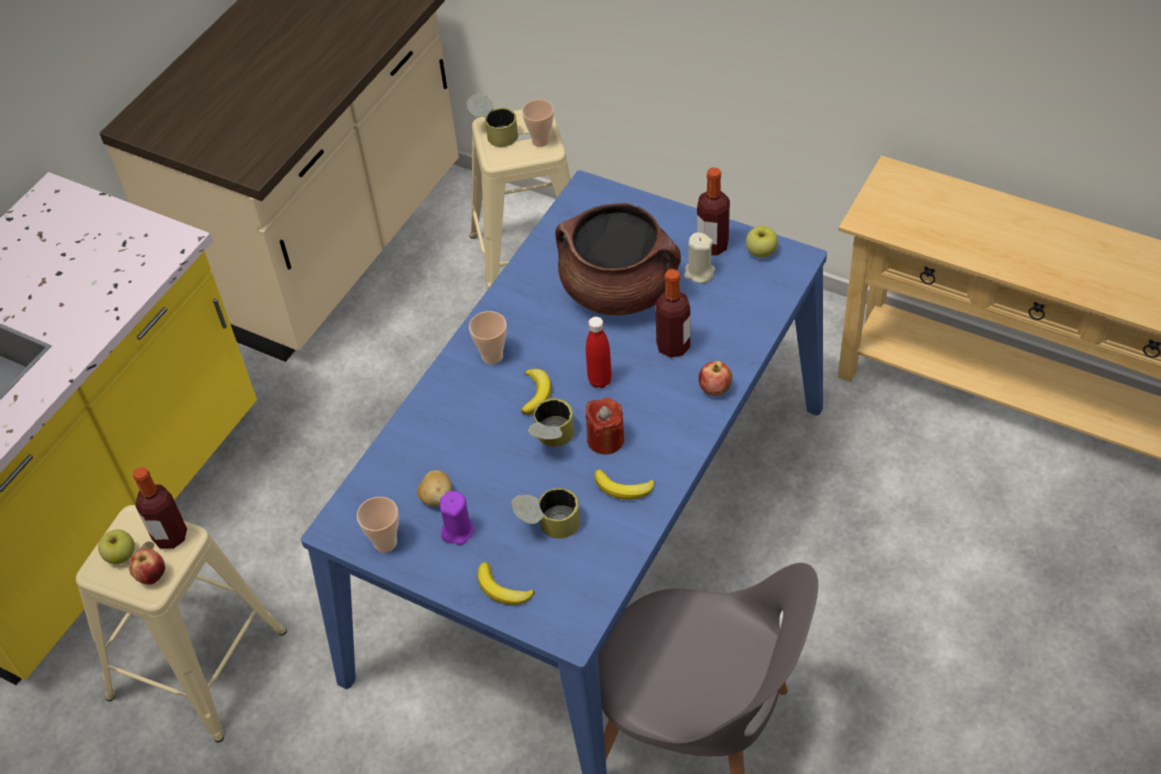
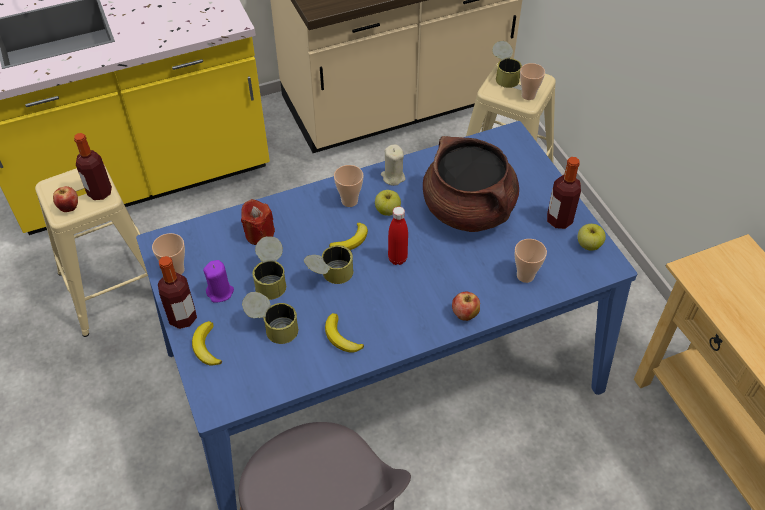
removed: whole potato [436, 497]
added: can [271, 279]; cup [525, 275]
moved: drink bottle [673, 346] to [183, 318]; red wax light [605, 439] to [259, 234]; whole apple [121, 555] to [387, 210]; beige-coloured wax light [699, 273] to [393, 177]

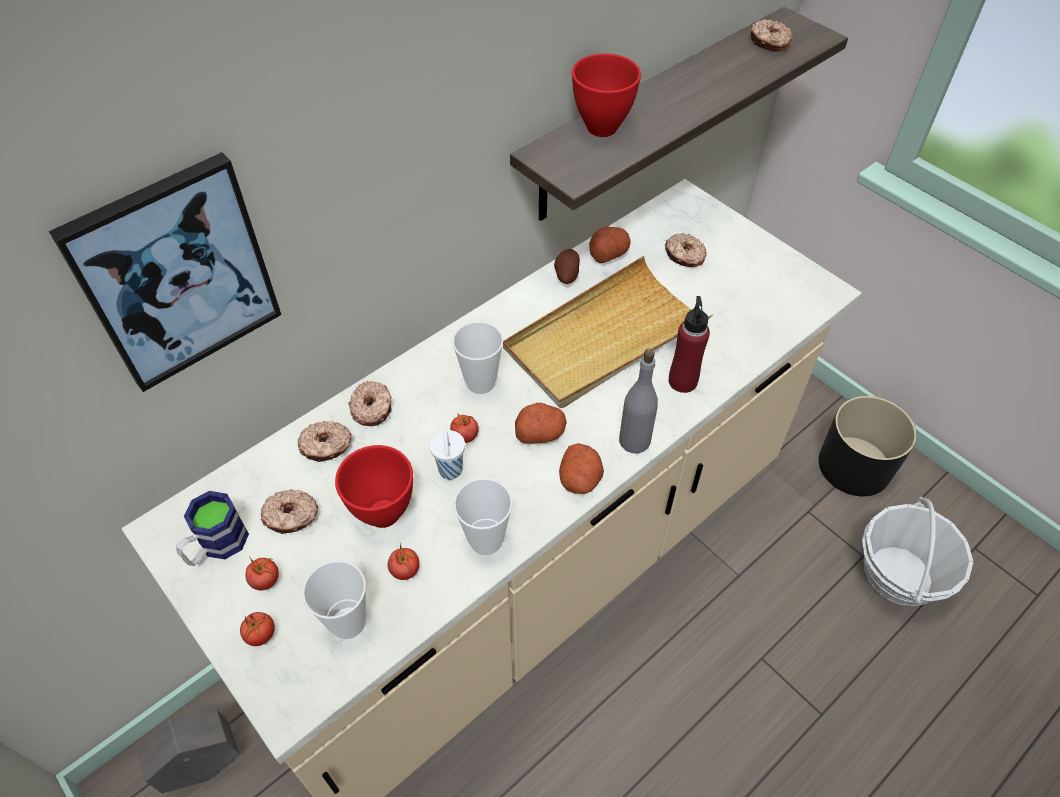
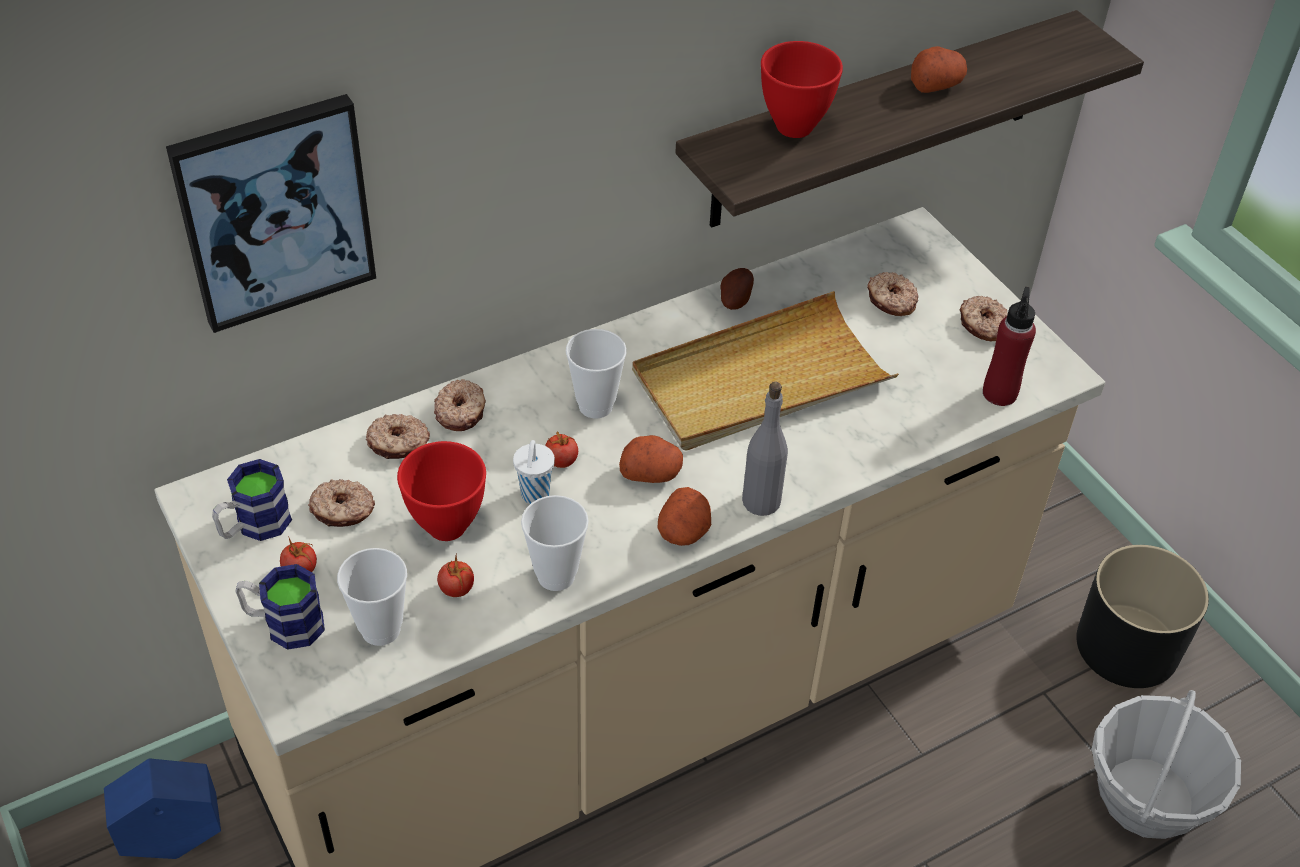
moved: whole potato [608, 253] to [935, 84]; donut [769, 42] to [983, 325]; red drink bottle [682, 381] to [999, 393]
replaced: tomato [261, 635] to coffee mug [284, 624]
recoloured: grey plant pot [203, 764] to blue-coloured plant pot [174, 839]

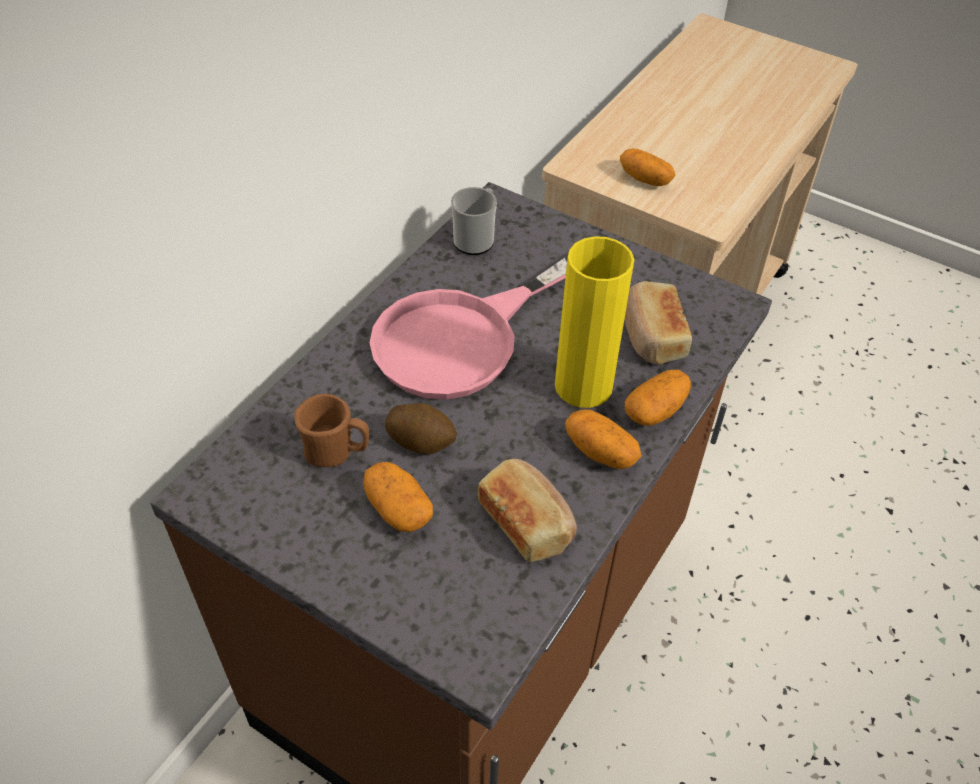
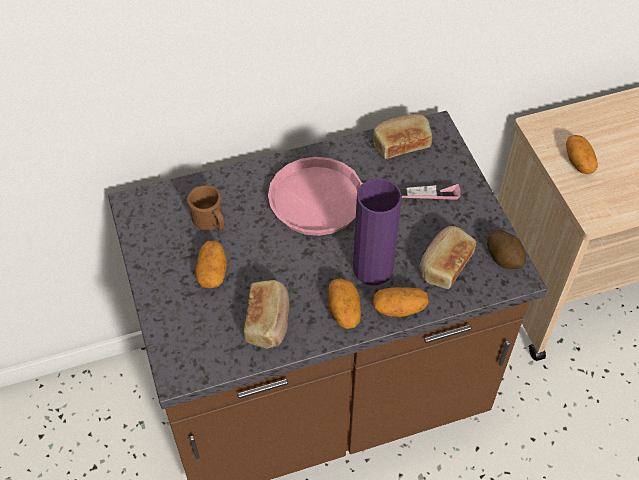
moved: whole potato [421, 441] to [504, 257]
replaced: coffee mug [476, 239] to baked bread [401, 144]
recoloured: yellow-coloured decorative vase [583, 386] to purple decorative vase [373, 268]

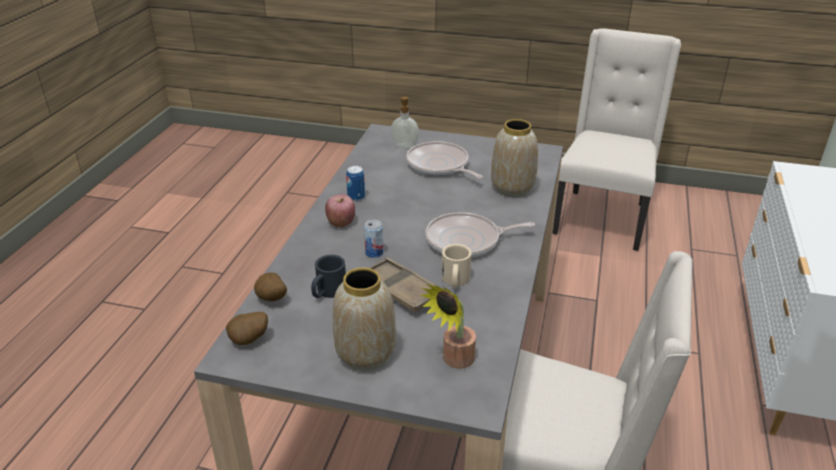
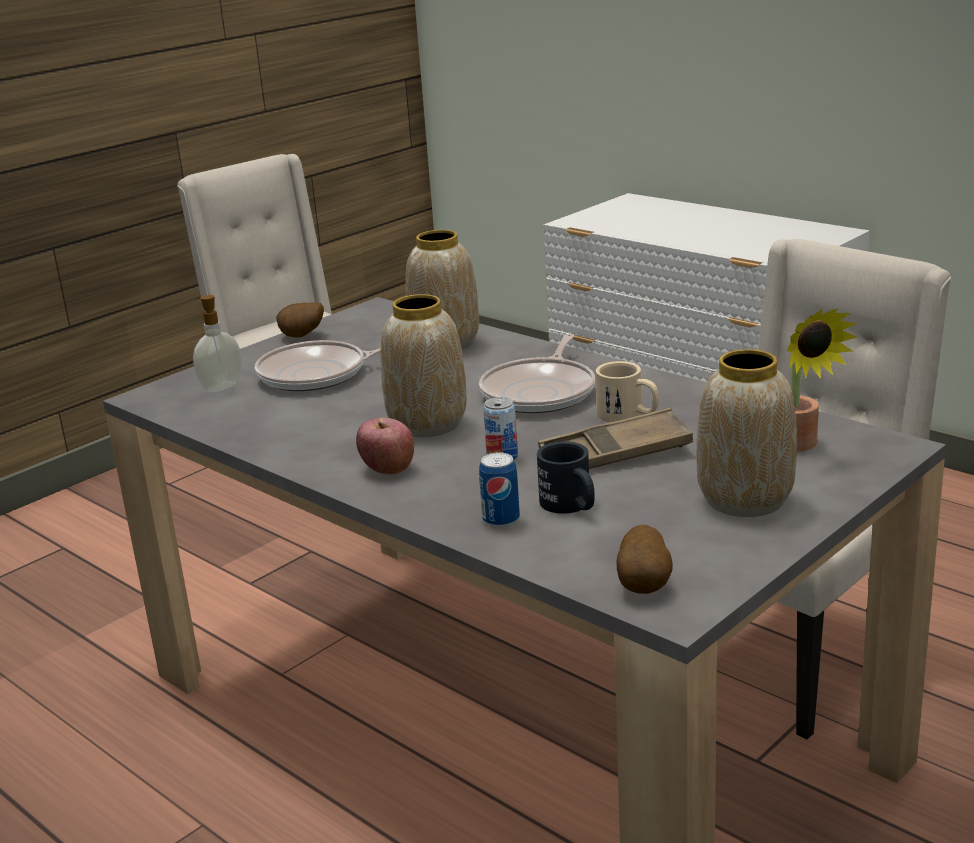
added: decorative vase [427, 424]
moved: whole potato [271, 300] to [302, 337]; can [356, 197] to [501, 520]

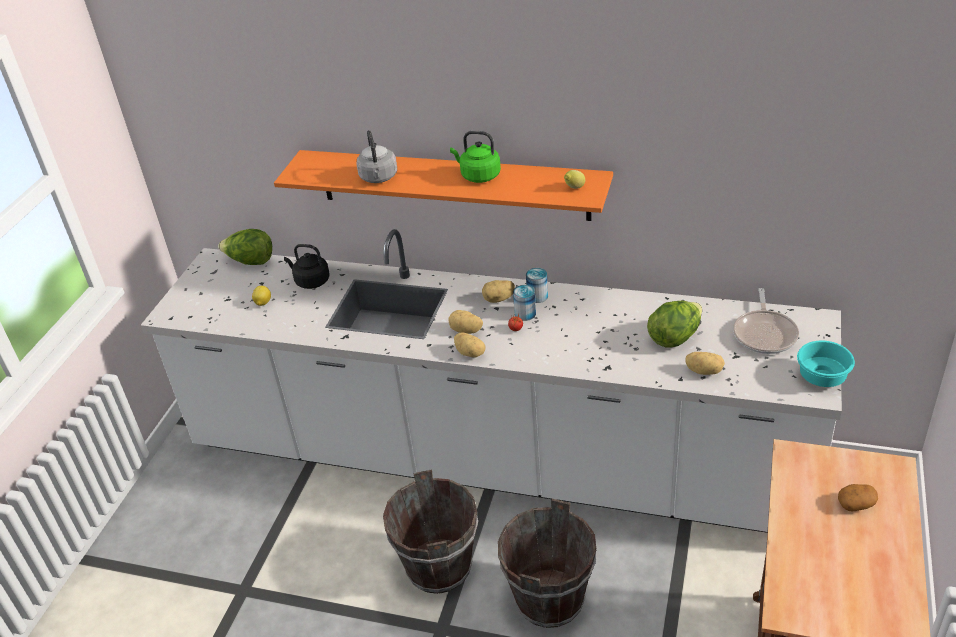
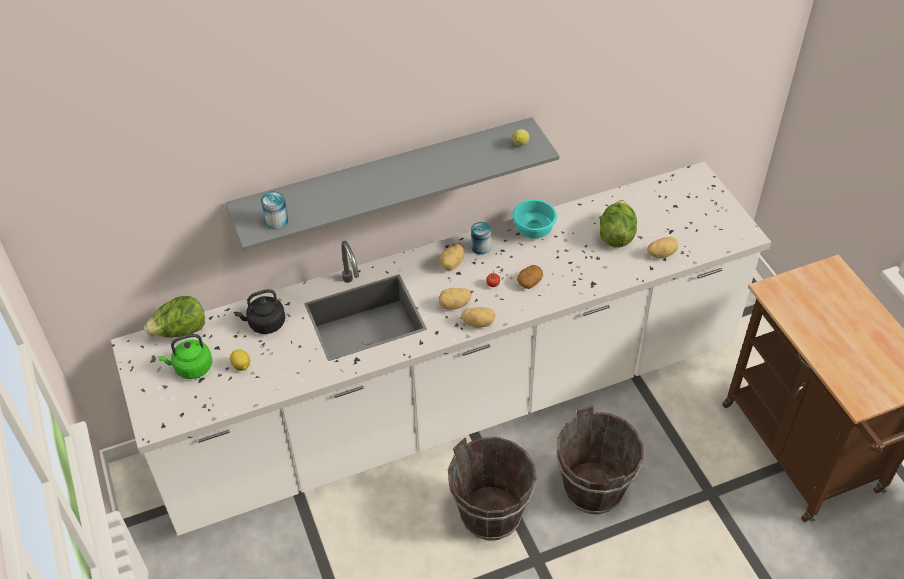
removed: grey kettle [379, 178]; frying pan [765, 334]
moved: greenish kettle [478, 176] to [191, 368]; can [525, 314] to [277, 221]; turquoise-coloured bowl [823, 378] to [535, 230]; whole potato [856, 504] to [529, 281]
recoloured: orange bracket shelf [452, 184] to grey bracket shelf [385, 178]

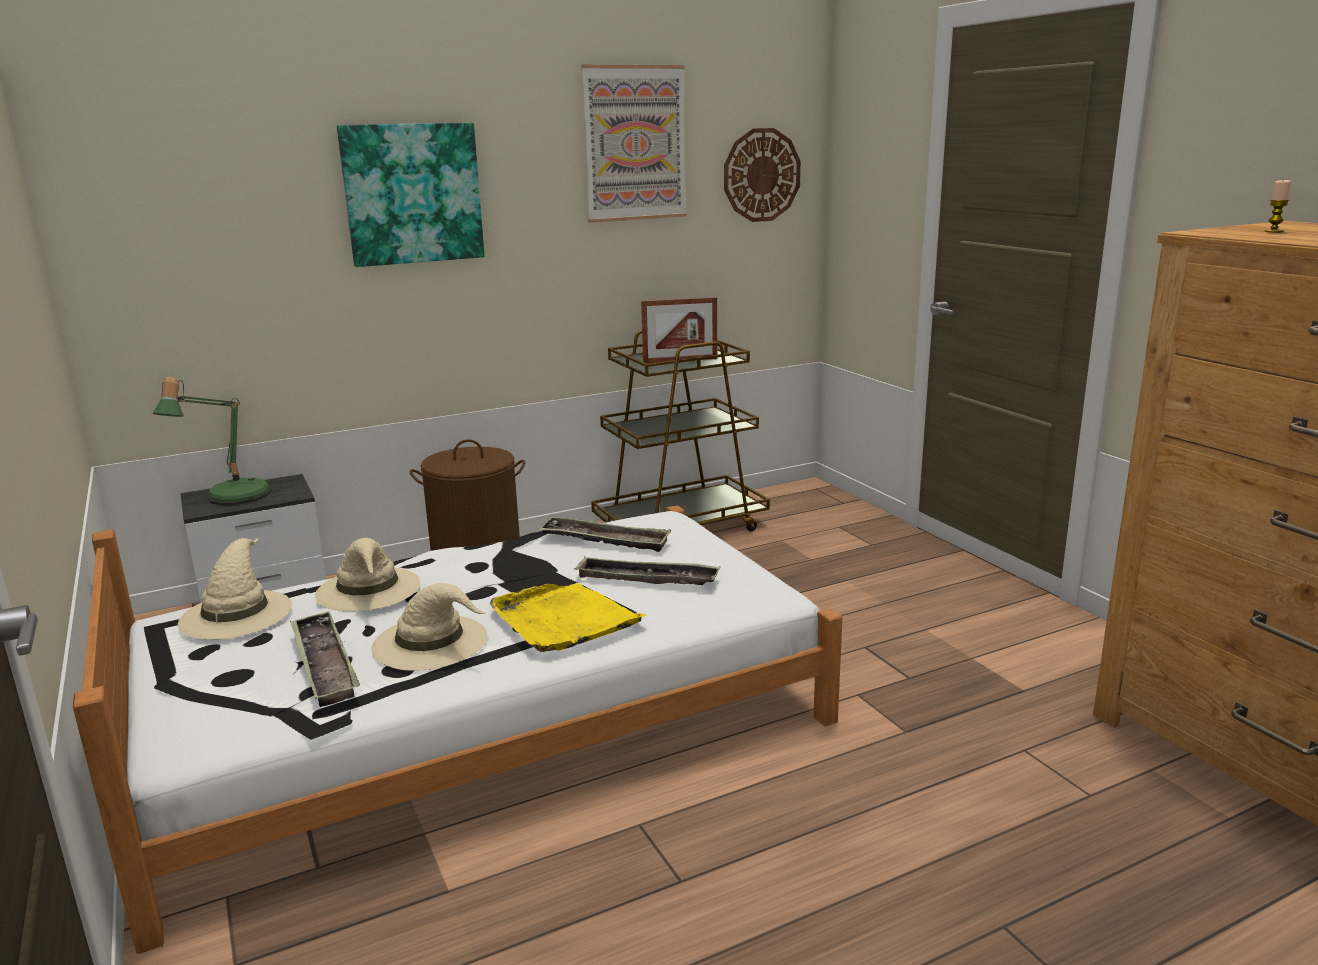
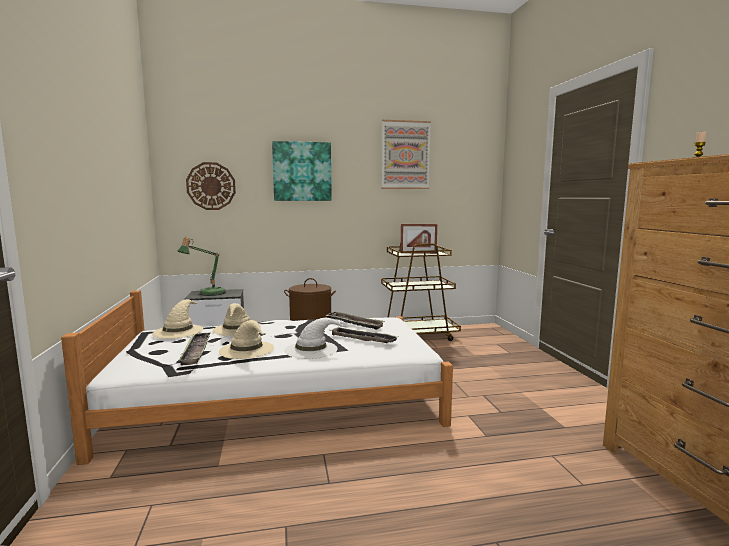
moved: wall clock [761, 175] to [211, 186]
replaced: yellow-coloured carrying tray [564, 620] to white-coloured clothing hat [312, 349]

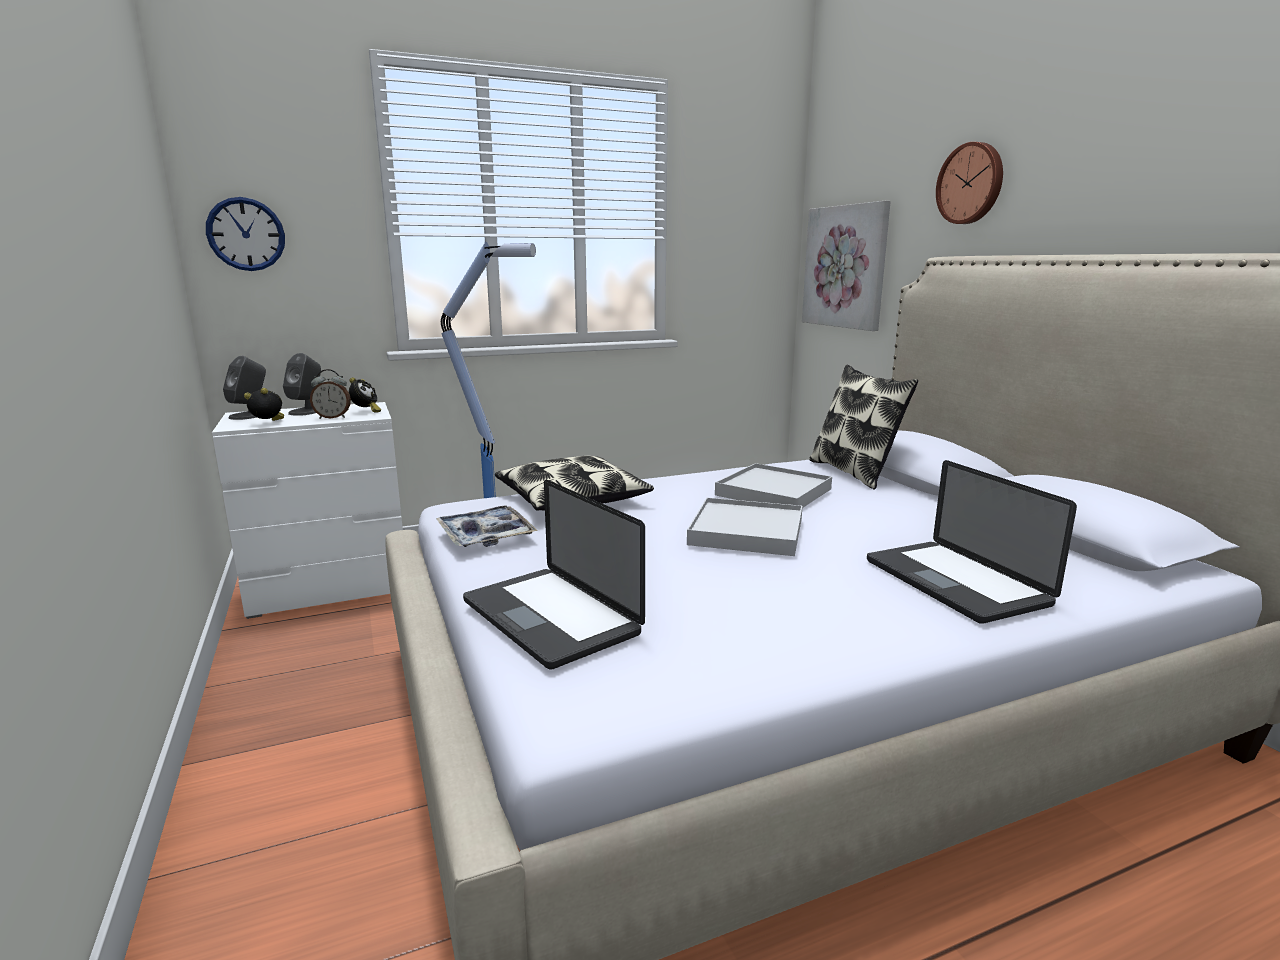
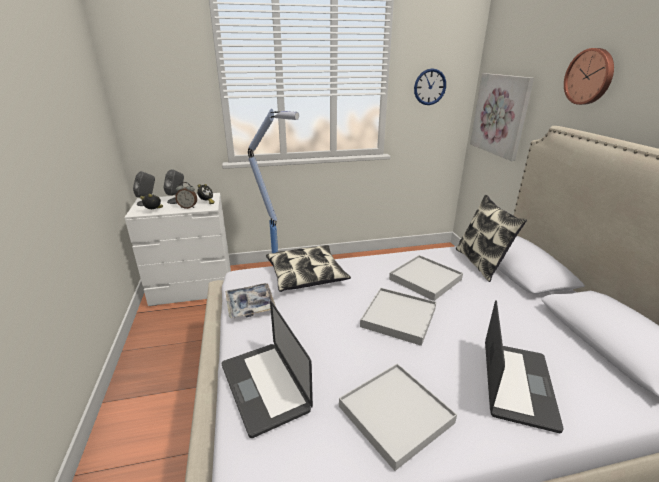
added: white-coloured carrying tray [395, 415]
moved: wall clock [246, 234] to [429, 87]
turned: notebook computer [954, 582] = [517, 384] 150 degrees counterclockwise

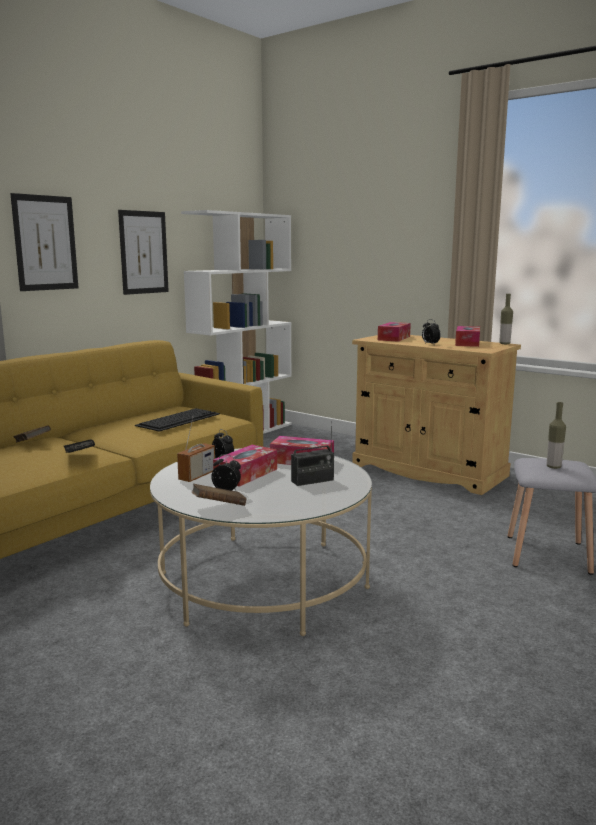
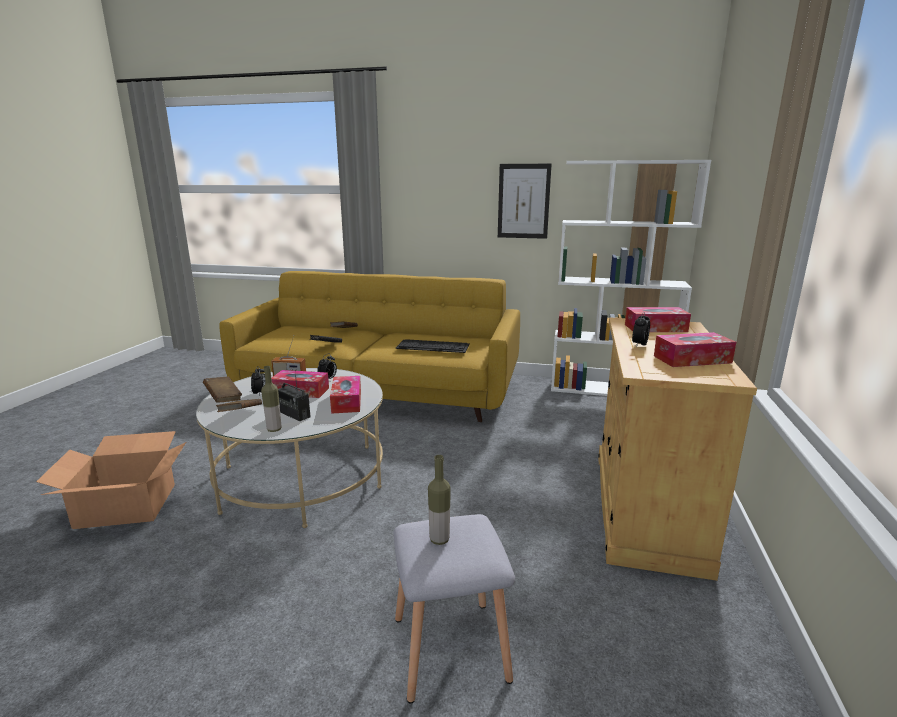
removed: wall picture [45, 243]
added: packing box [126, 505]; brown volume [240, 414]
moved: drink bottle [504, 343] to [274, 429]

